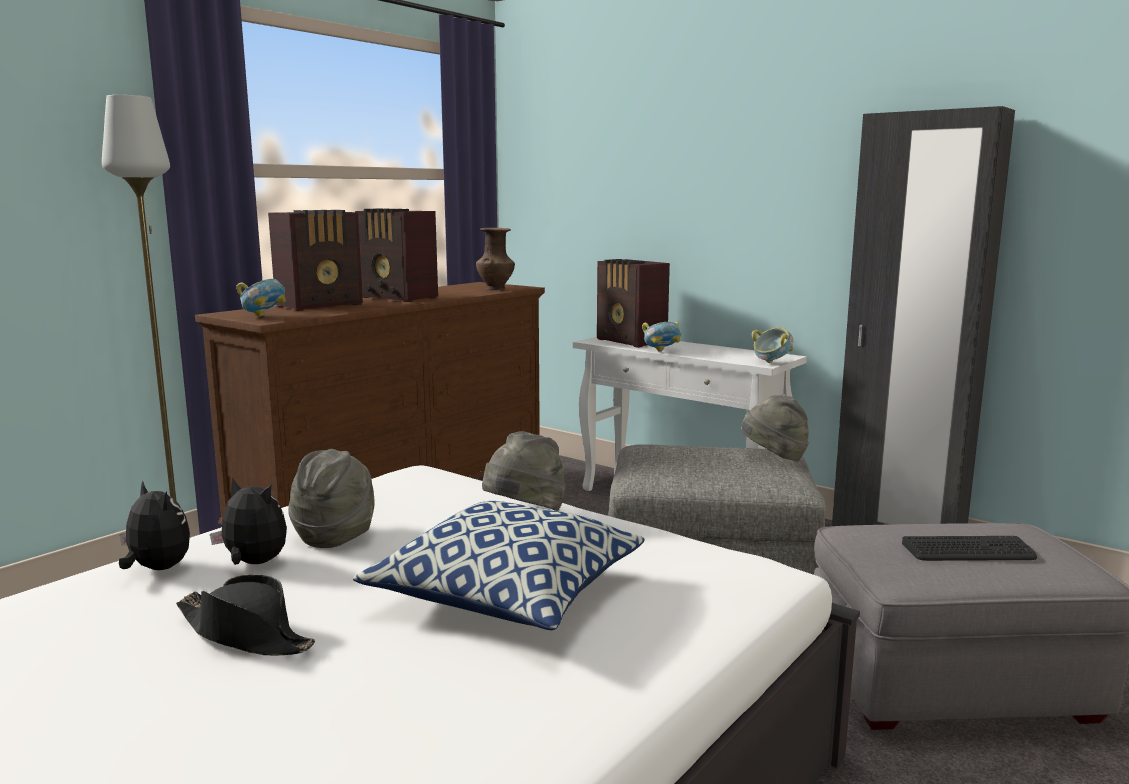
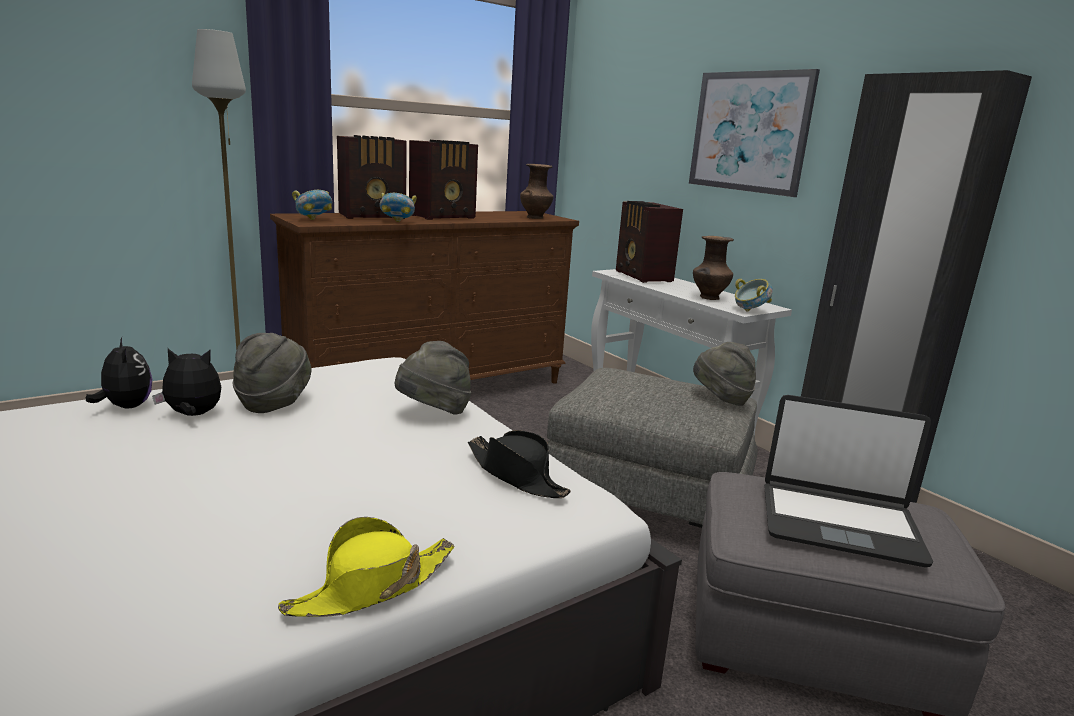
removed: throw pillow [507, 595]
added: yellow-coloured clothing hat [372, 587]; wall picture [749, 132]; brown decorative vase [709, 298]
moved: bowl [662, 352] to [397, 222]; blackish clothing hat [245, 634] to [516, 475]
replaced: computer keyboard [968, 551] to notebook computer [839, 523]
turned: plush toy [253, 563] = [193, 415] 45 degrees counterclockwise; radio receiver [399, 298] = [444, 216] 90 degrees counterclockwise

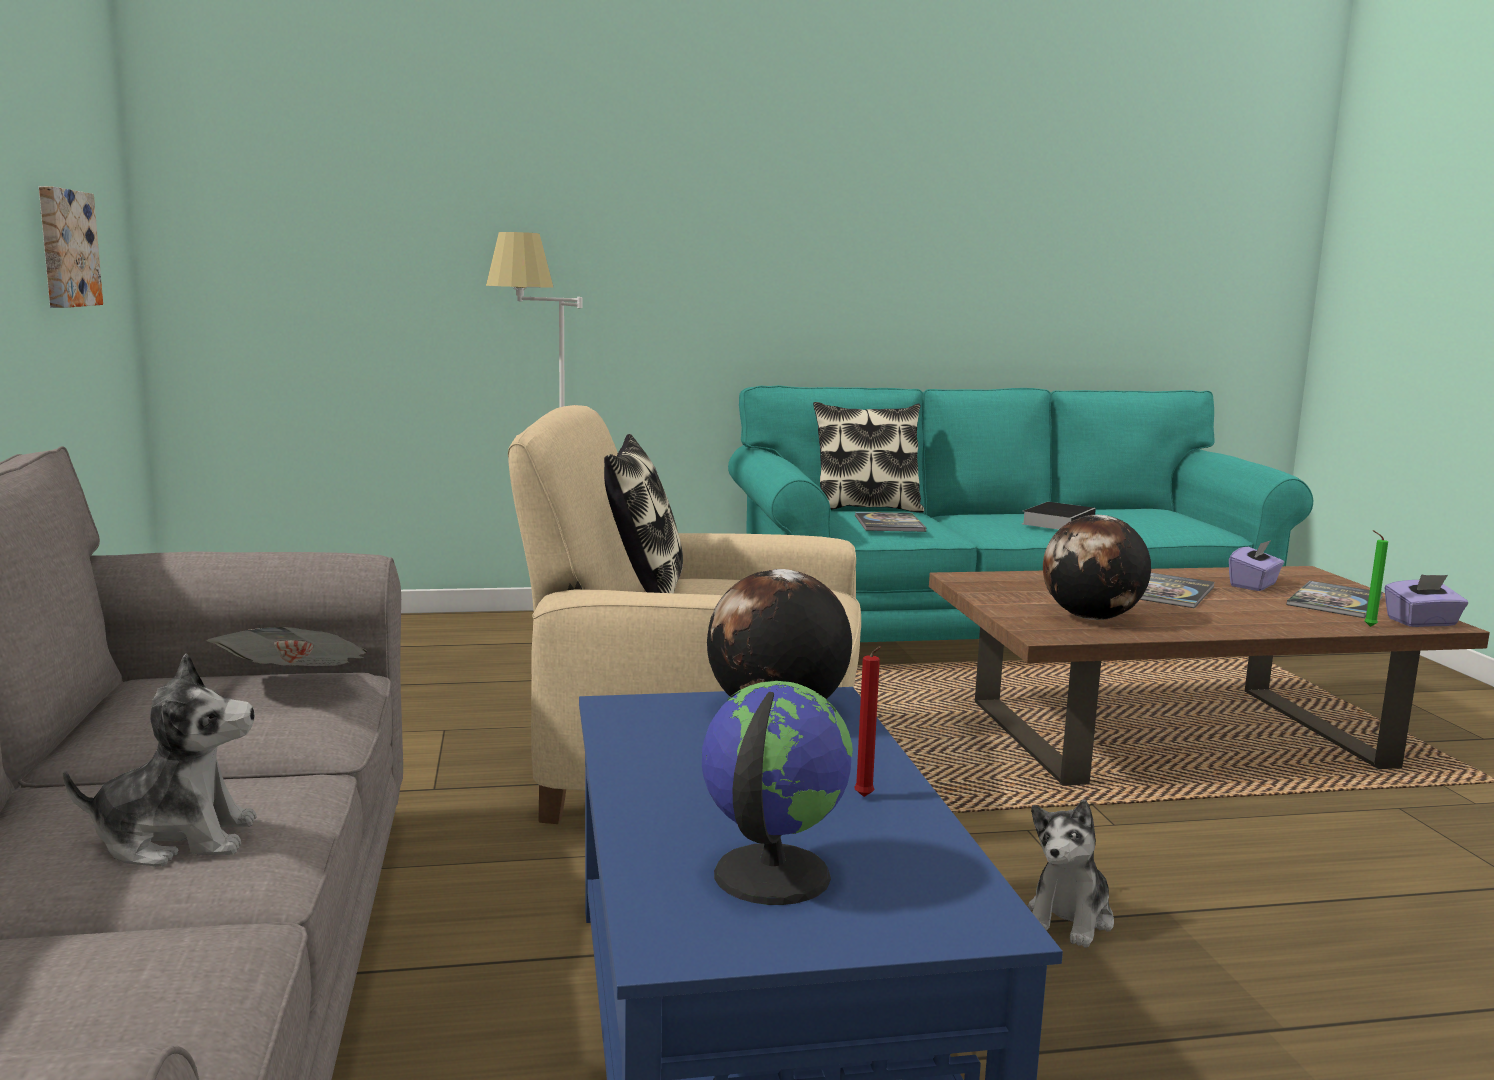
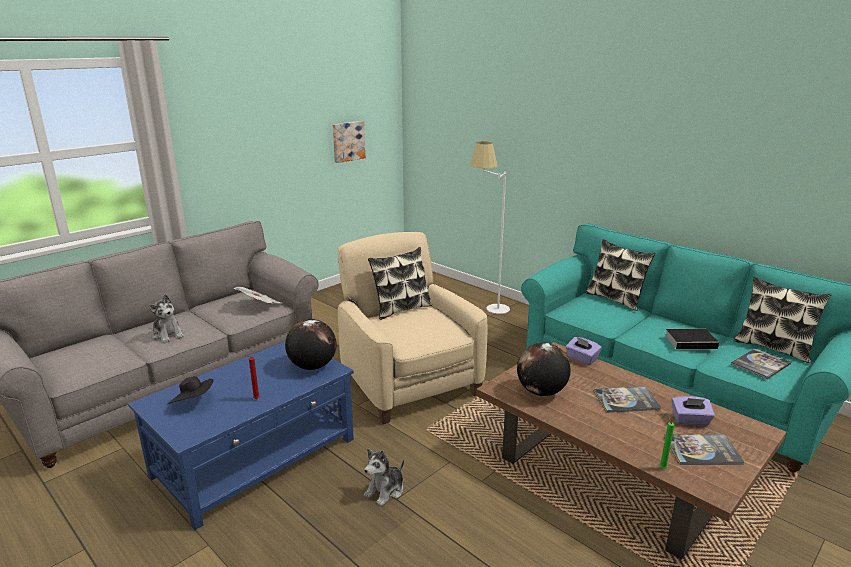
added: throw pillow [773, 347]
moved: purple tissue box [1422, 622] to [581, 359]; volume [889, 524] to [760, 364]
replaced: globe [769, 874] to blackish clothing hat [194, 402]
turned: plush toy [1069, 919] = [385, 491] 45 degrees counterclockwise

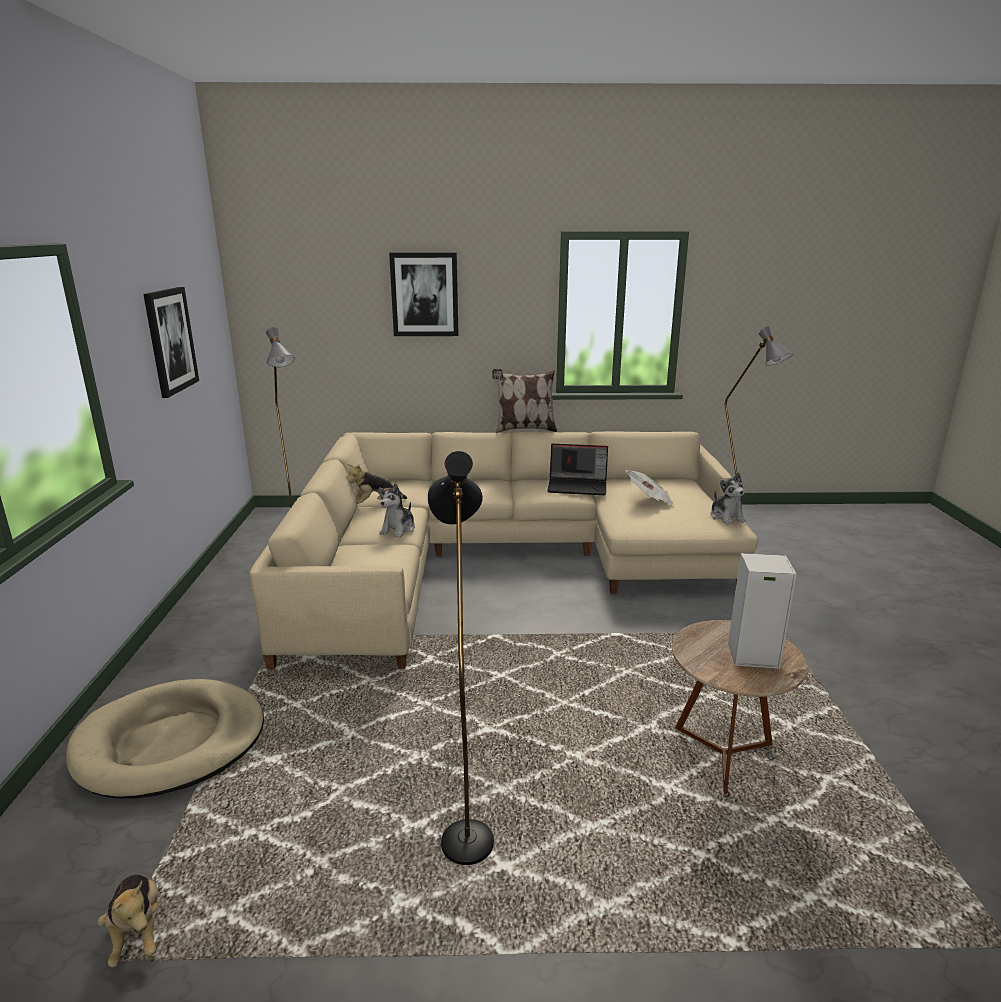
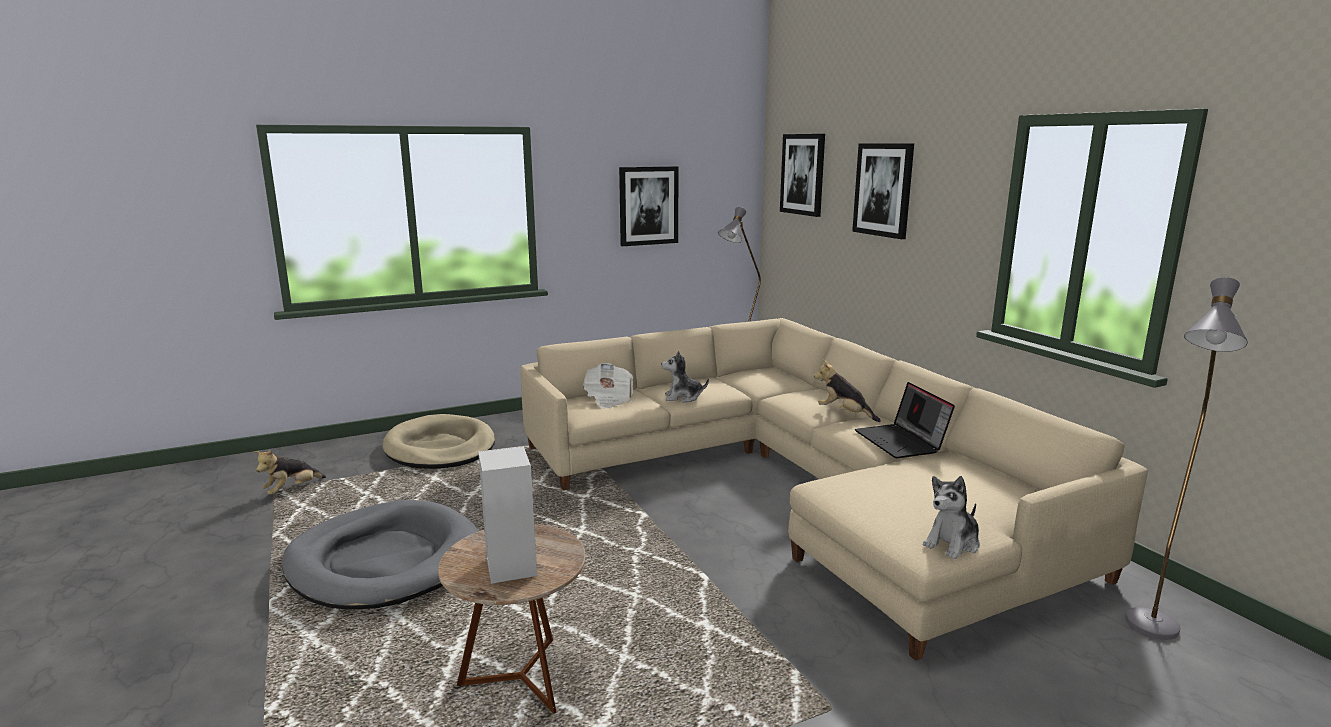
removed: throw pillow [524, 430]
added: wall picture [803, 174]
moved: printed paper [649, 500] to [608, 399]; plush toy [376, 504] to [844, 414]
replaced: blackish standard lamp [464, 828] to grey dog cushion [384, 561]

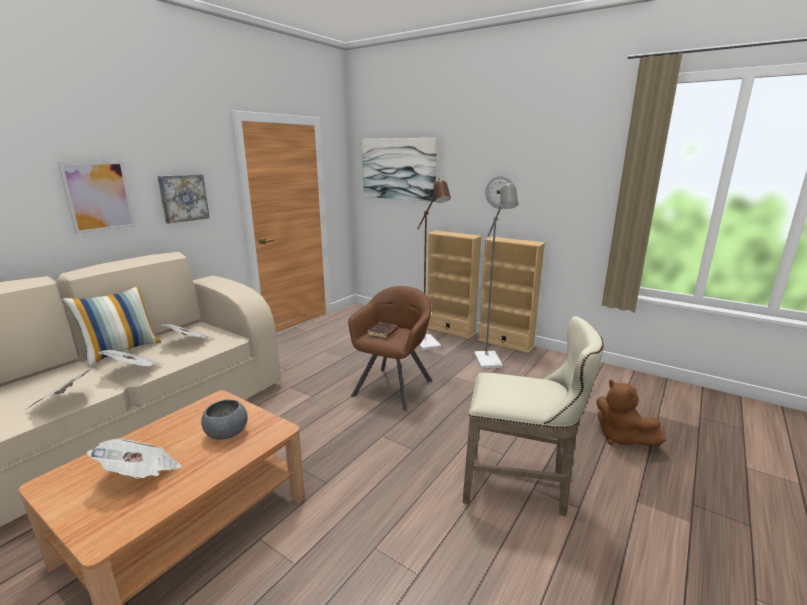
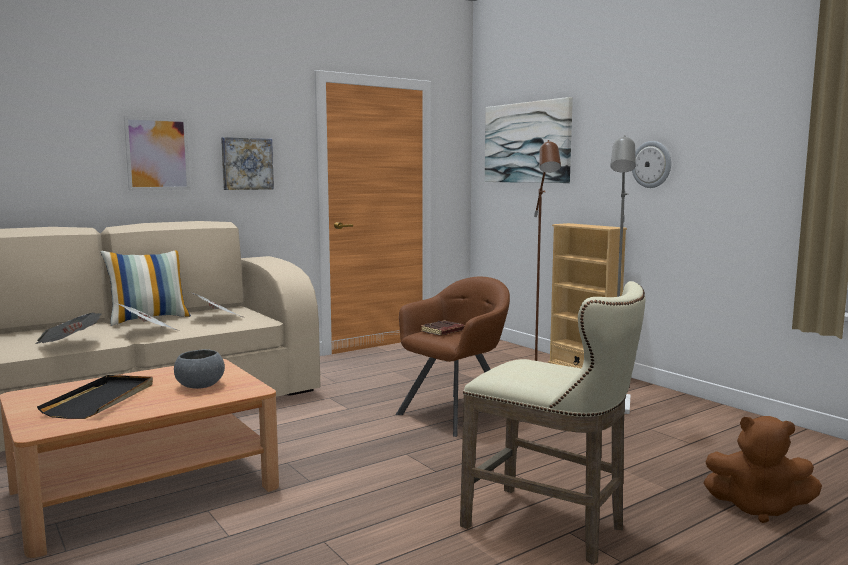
removed: beige-coloured bookcase [505, 343]
replaced: printed paper [141, 473] to blackish carrying tray [101, 399]
turned: brown plush toy [621, 438] = [758, 508] 60 degrees counterclockwise

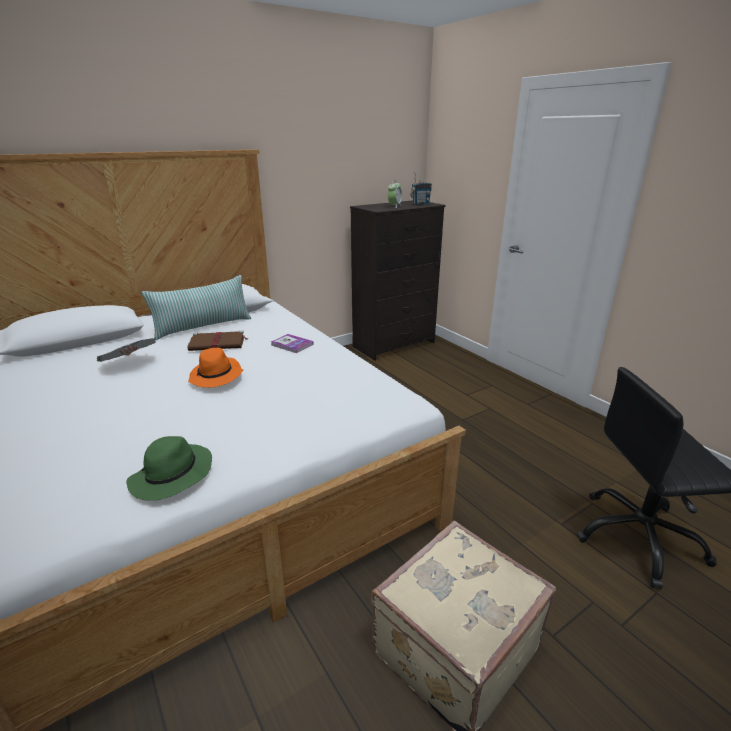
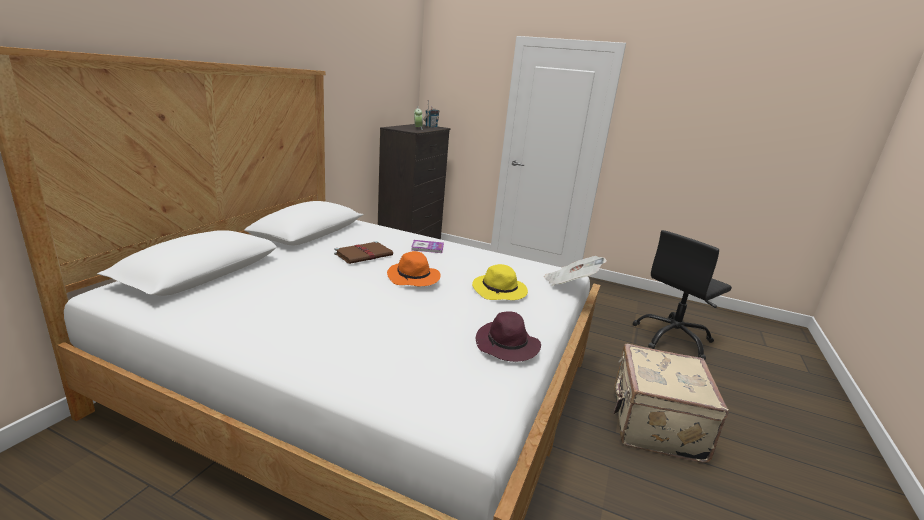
removed: throw pillow [203, 327]
added: yellow-coloured clothing hat [500, 291]
moved: printed paper [129, 364] to [570, 284]
recoloured: greenish clothing hat [172, 477] to purple clothing hat [507, 345]

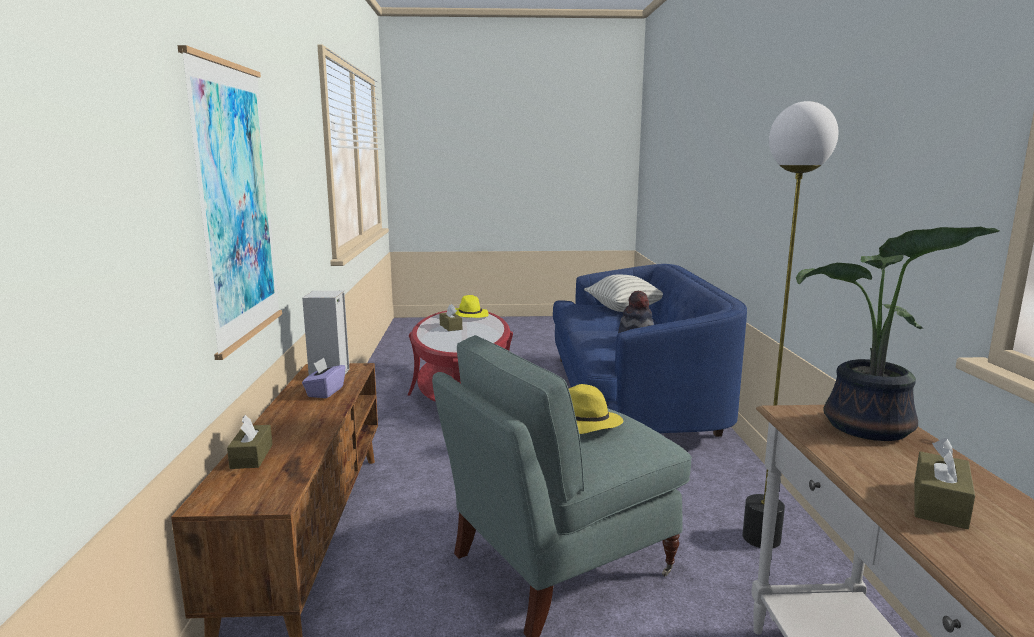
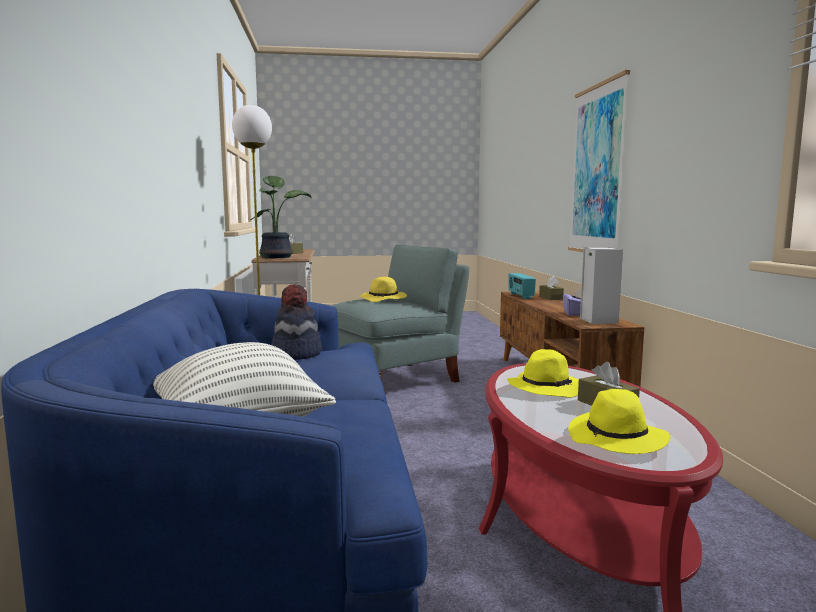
added: yellow-coloured clothing hat [546, 388]; radio receiver [520, 296]

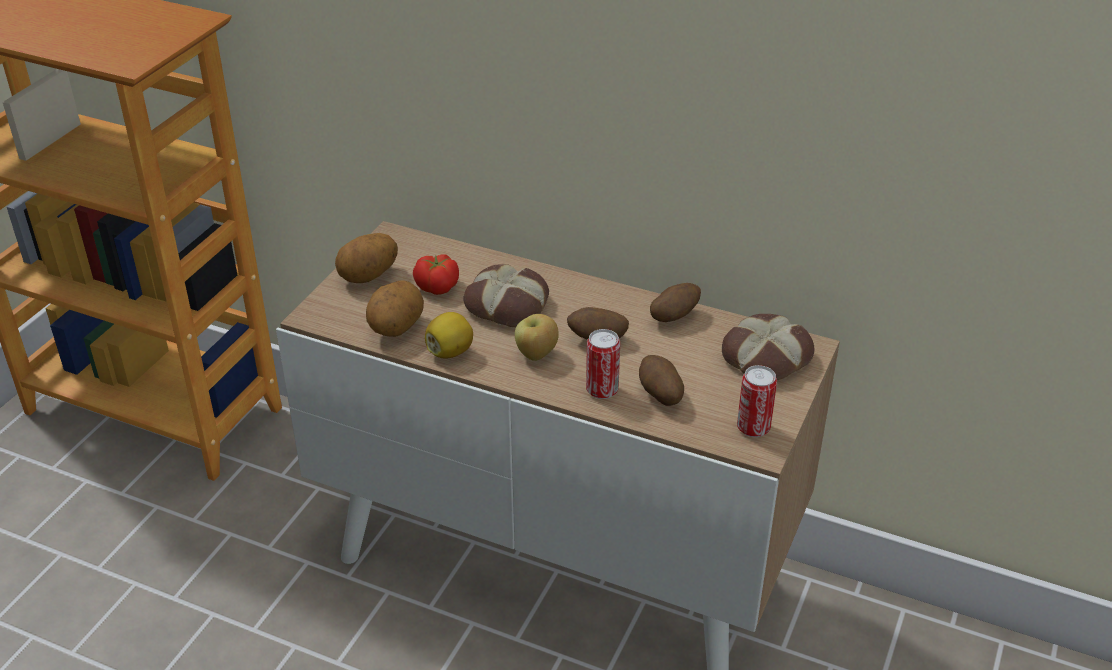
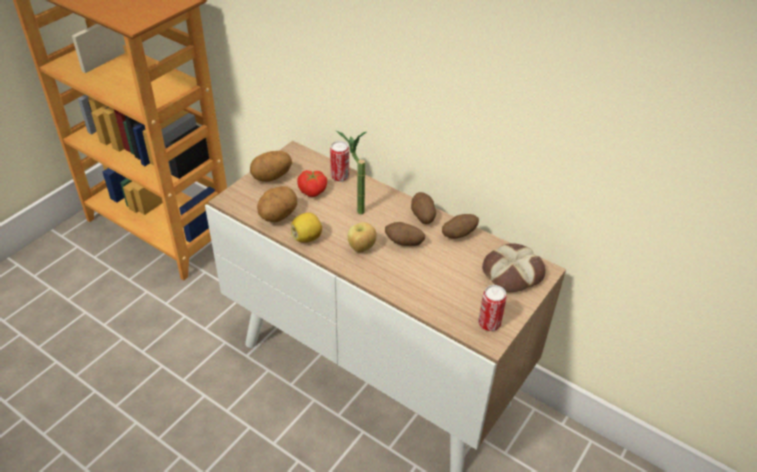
moved: can [602, 390] to [340, 177]; whole potato [660, 395] to [422, 217]
replaced: baked bread [508, 304] to houseplant [354, 210]

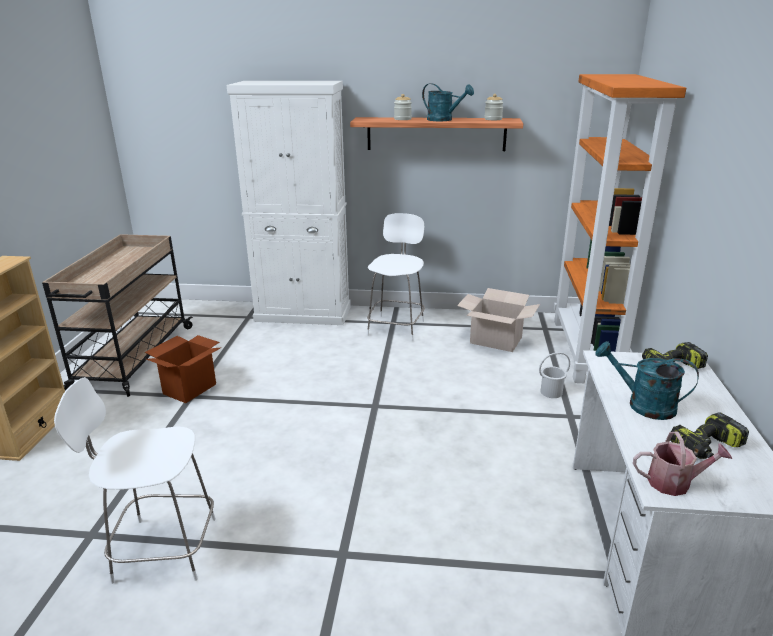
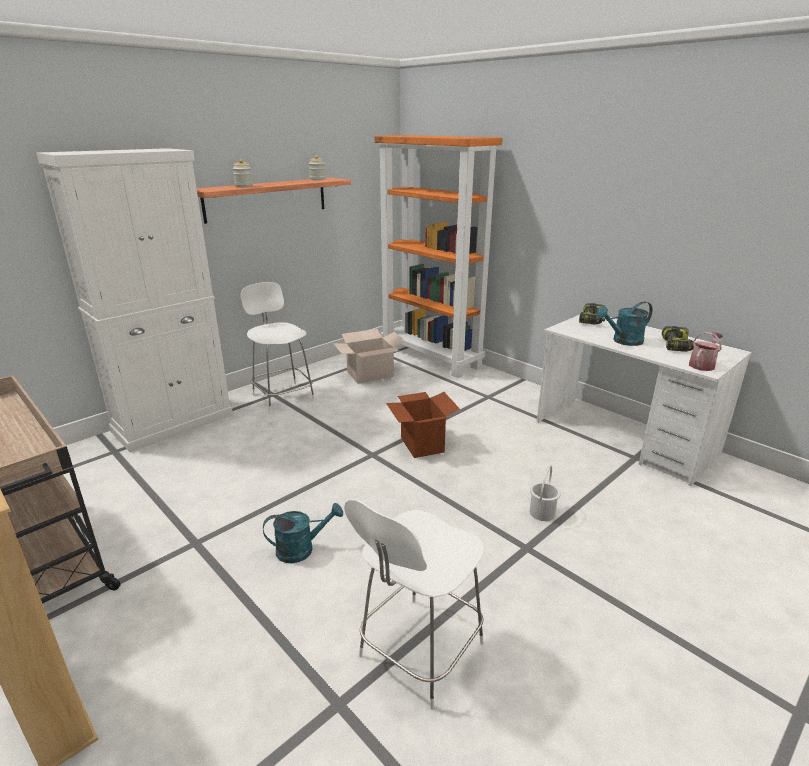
moved: turquoise-coloured watering can [444, 120] to [302, 549]; packing box [190, 389] to [422, 445]; white-coloured bucket [551, 392] to [542, 513]

